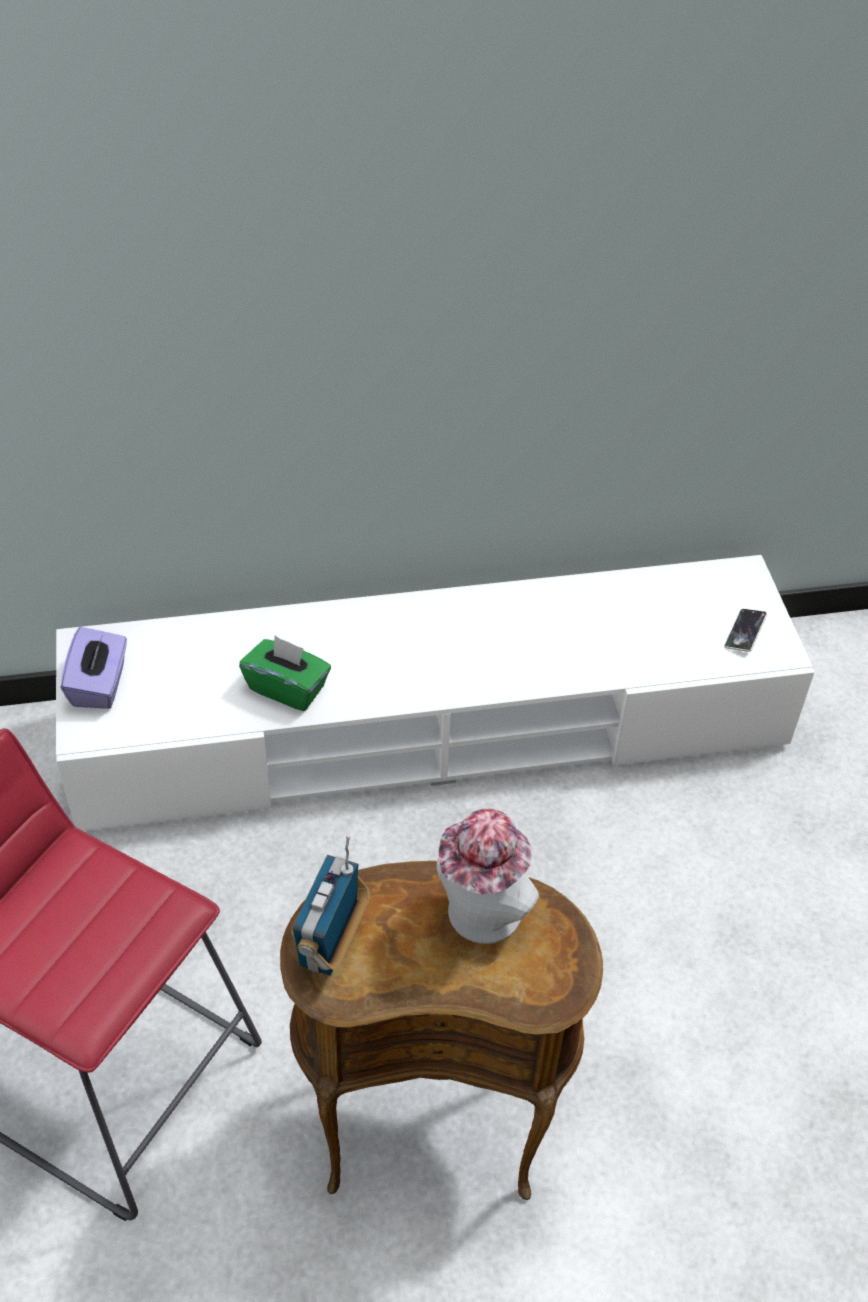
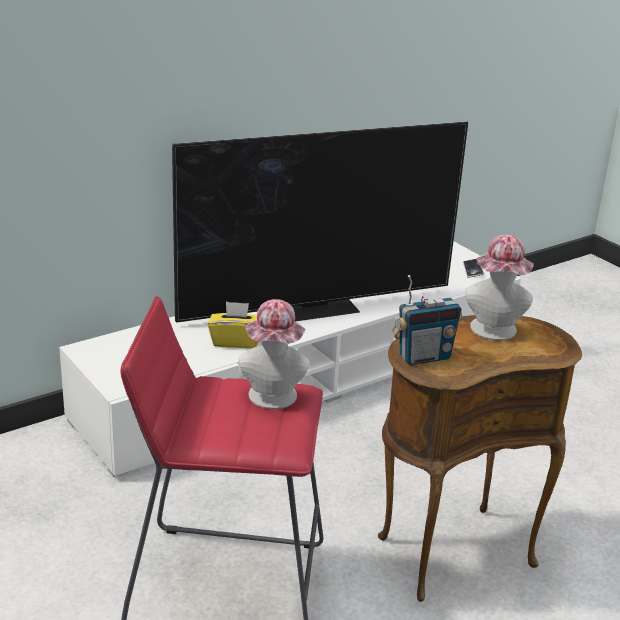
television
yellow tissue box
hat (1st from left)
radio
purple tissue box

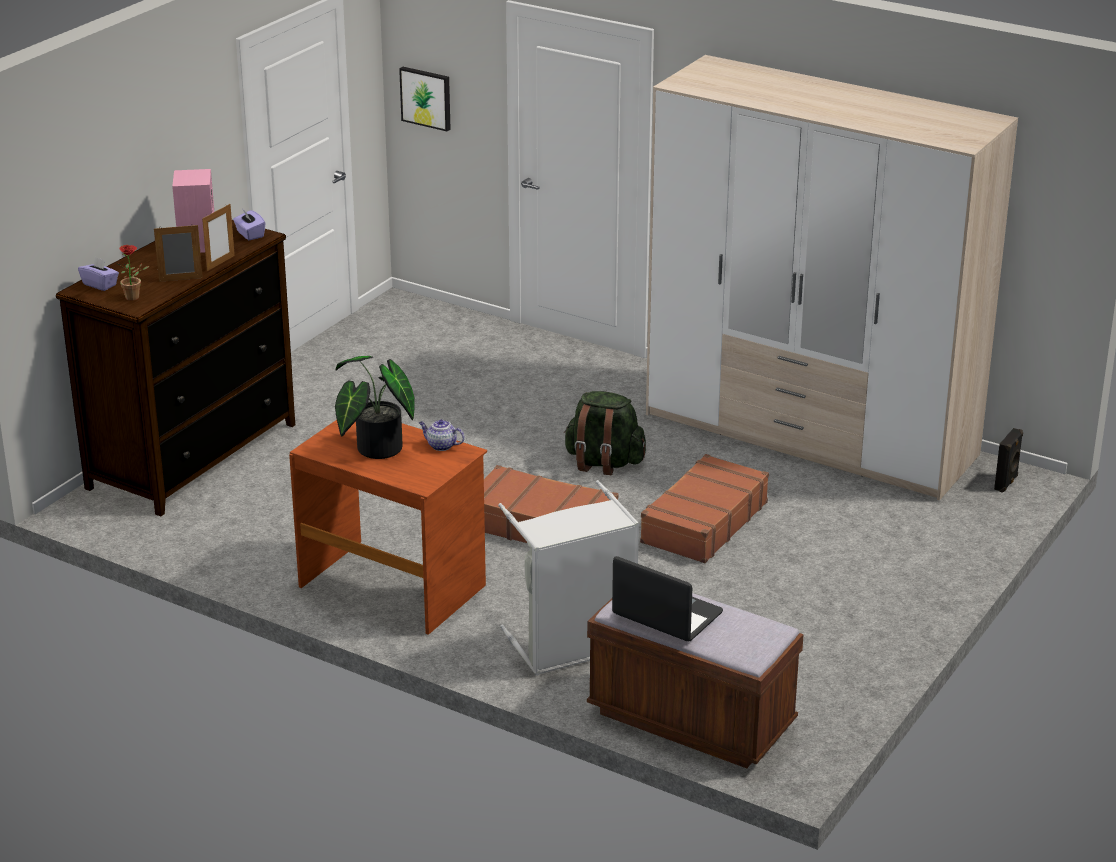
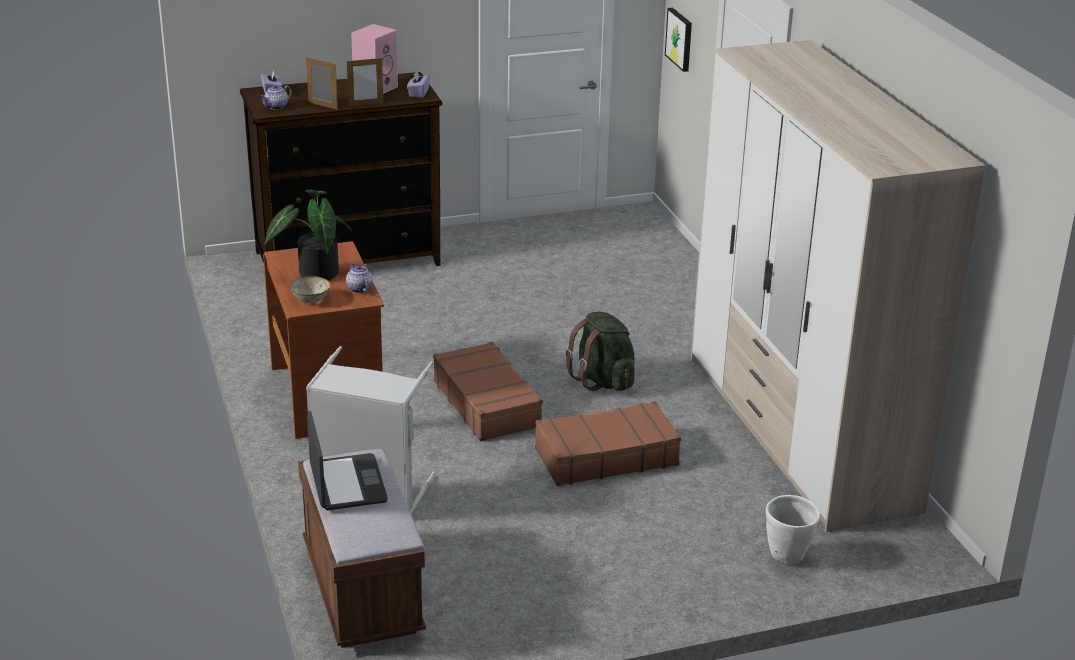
teapot (1st from left)
bowl
white planter
black speaker

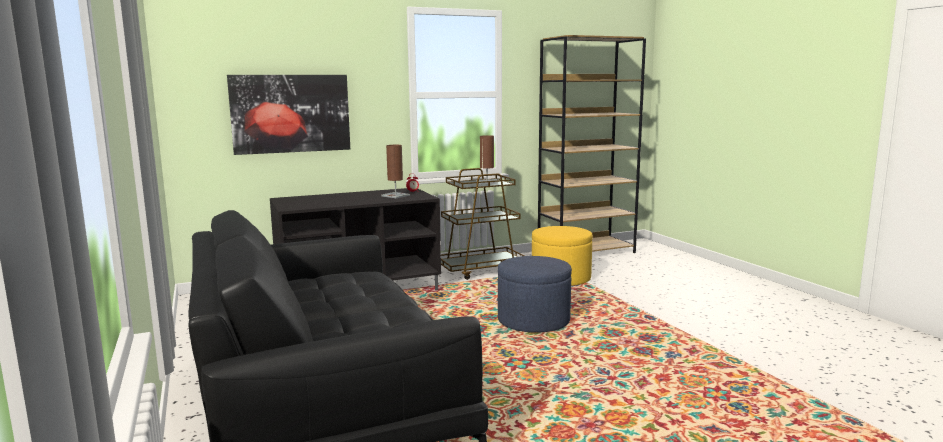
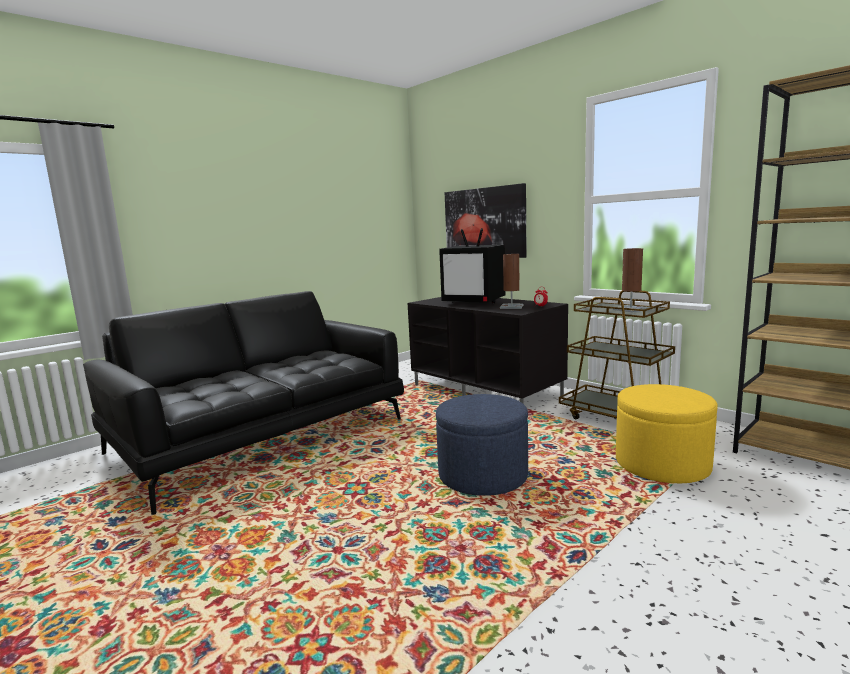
television

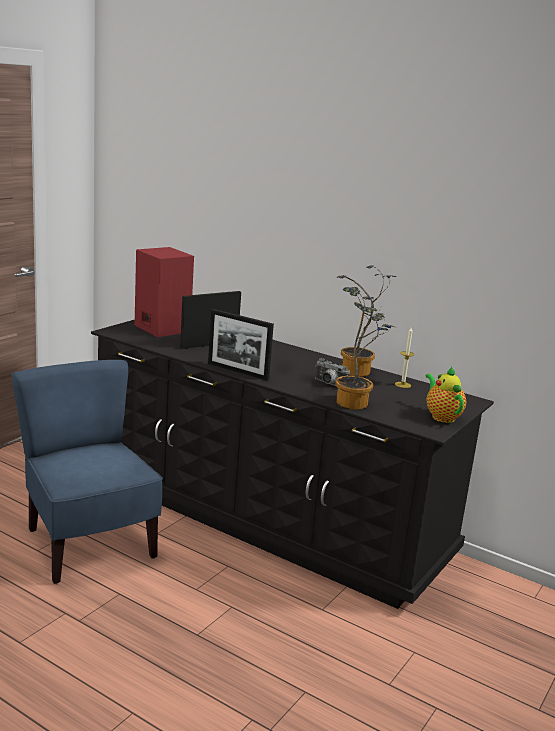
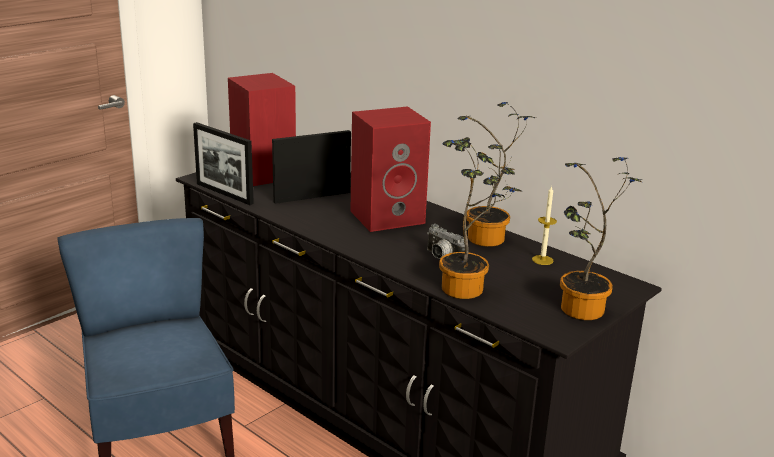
picture frame (1st from left)
red speaker (2nd from left)
potted plant (3rd from left)

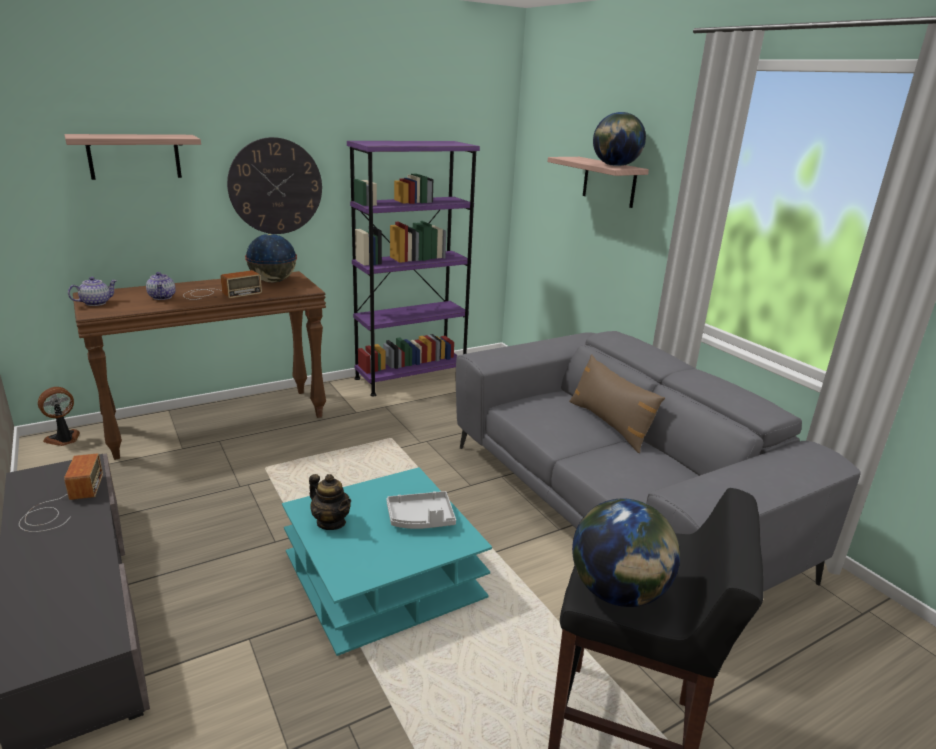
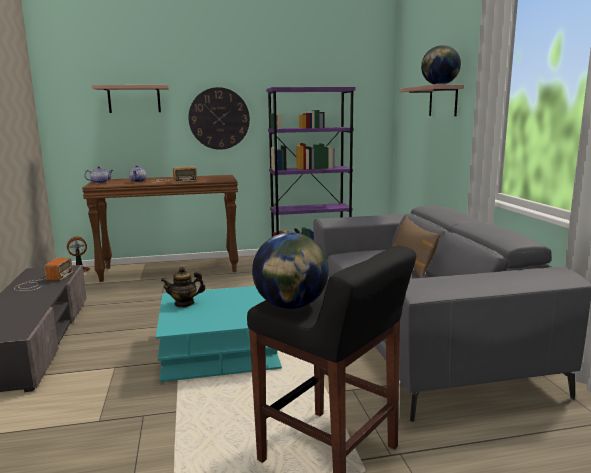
teapot (3rd from left)
globe (1st from left in the first image)
grey tray

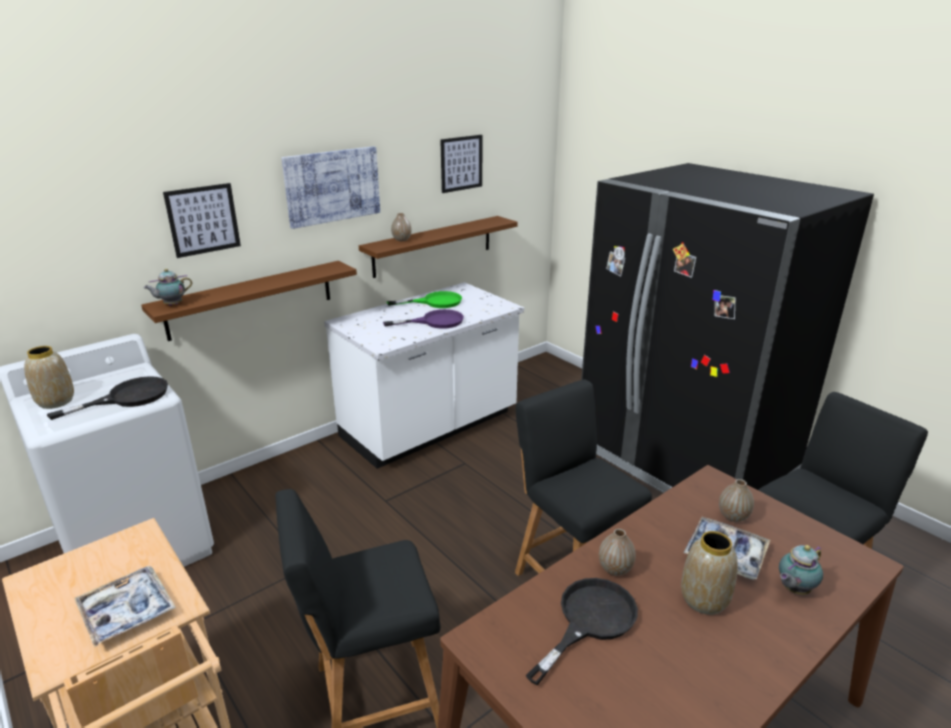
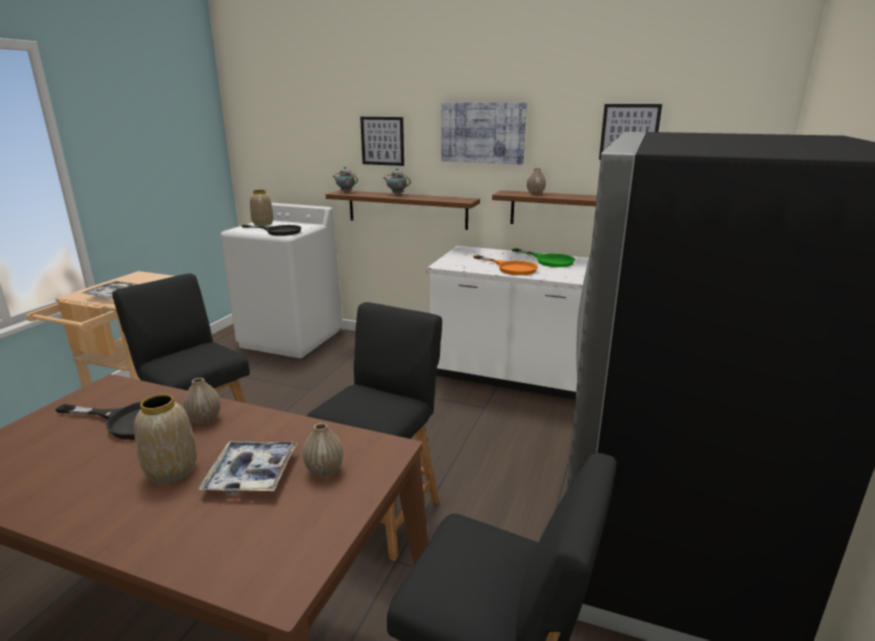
teapot (2nd from left)
orange frying pan

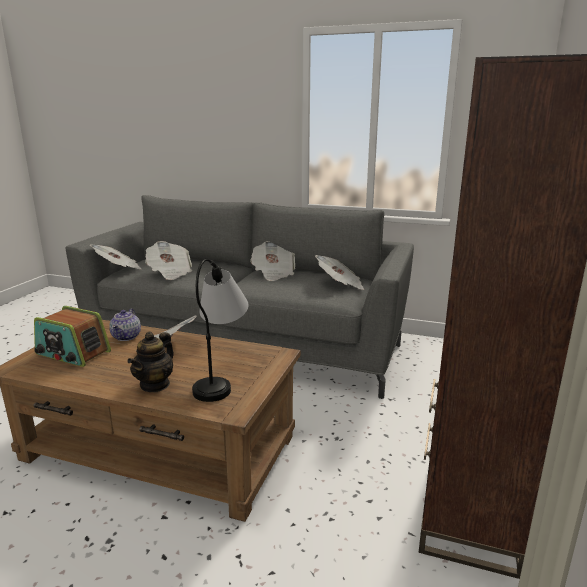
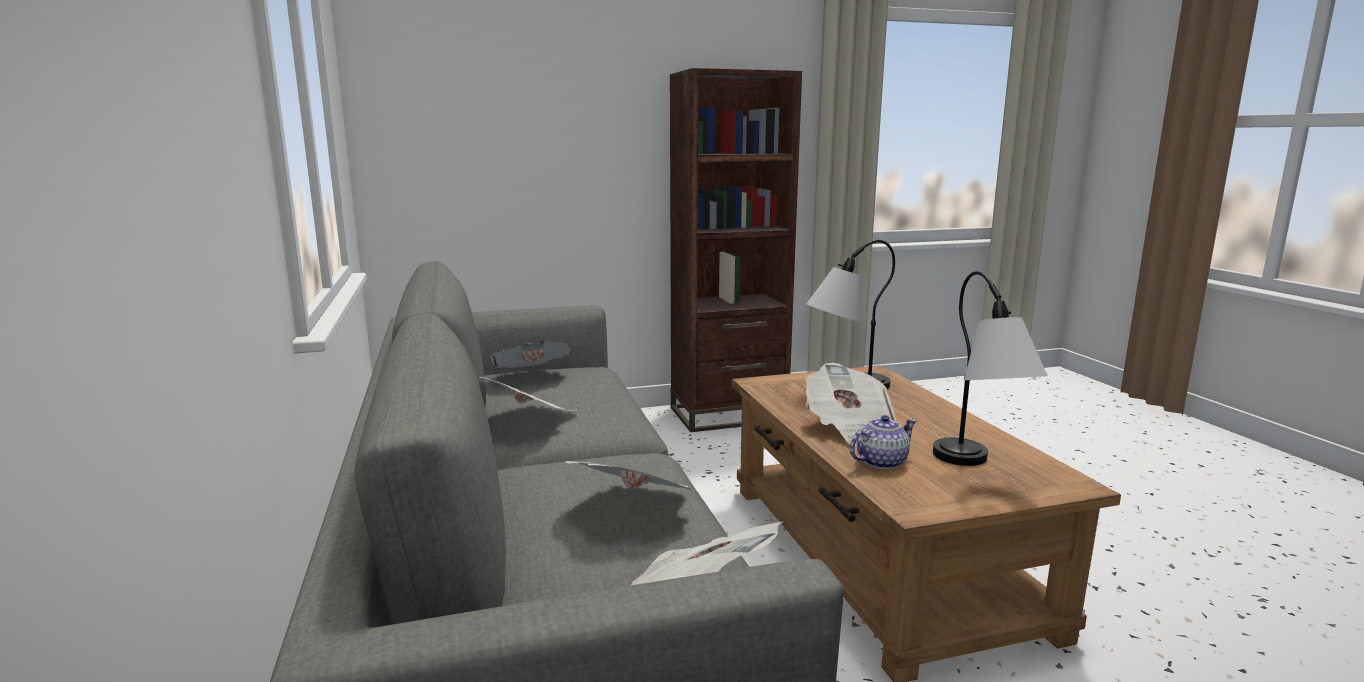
table lamp (2nd from left)
teapot (2nd from left in the first image)

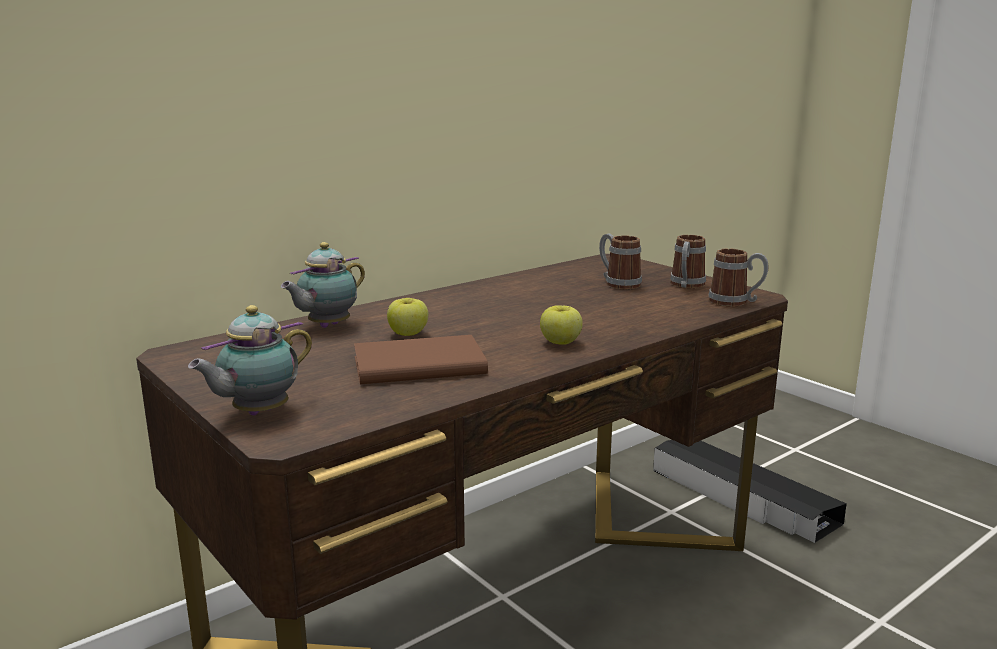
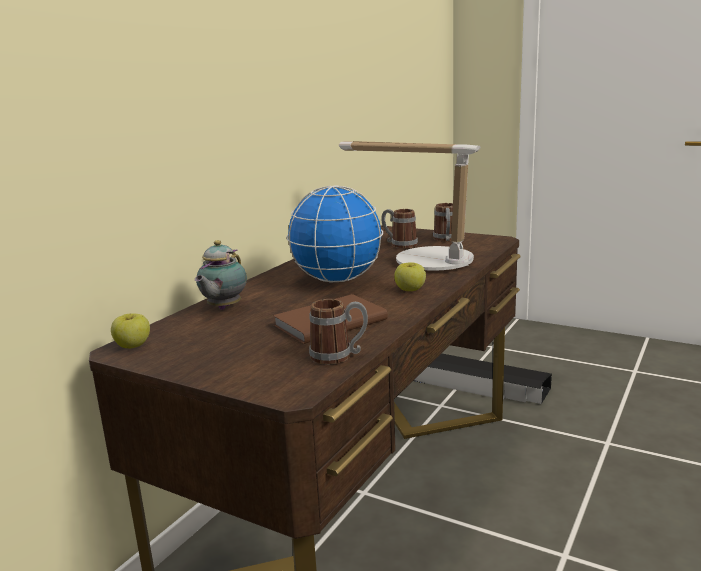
apple (1st from left)
globe
mug (1st from left)
table lamp
teapot (1st from left in the first image)

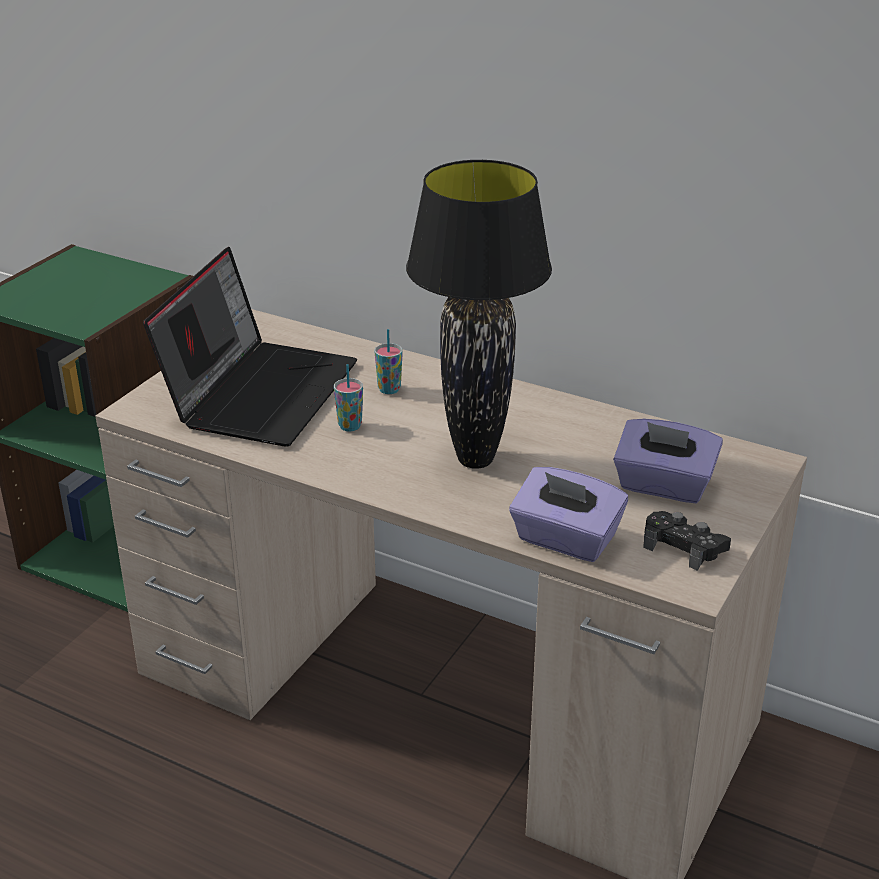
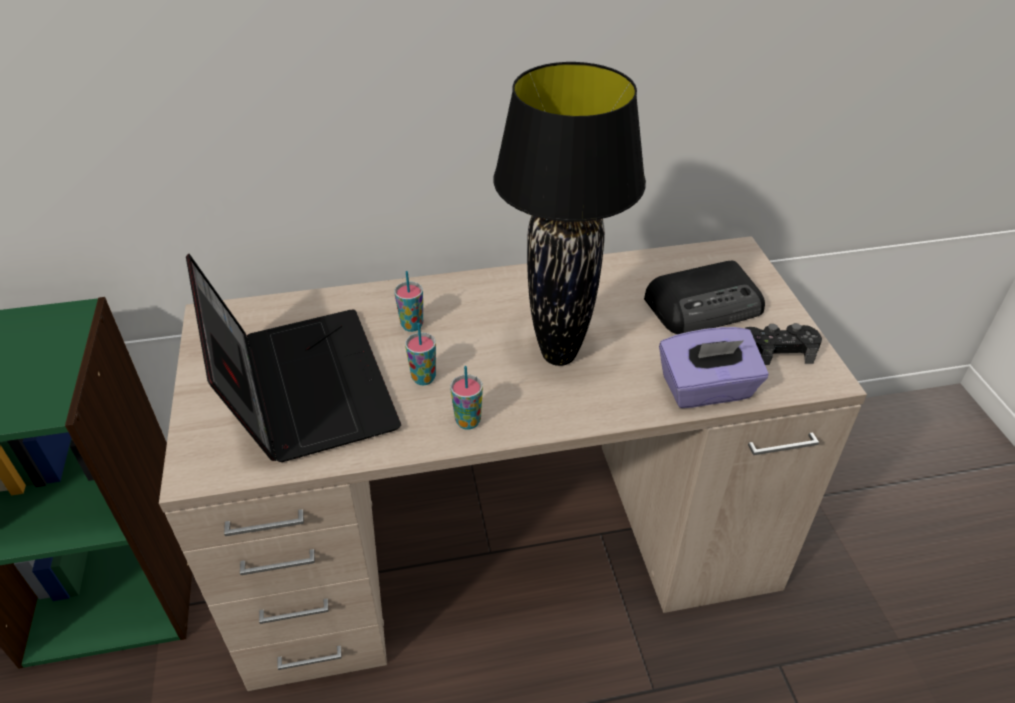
cup (3rd from left)
radio

